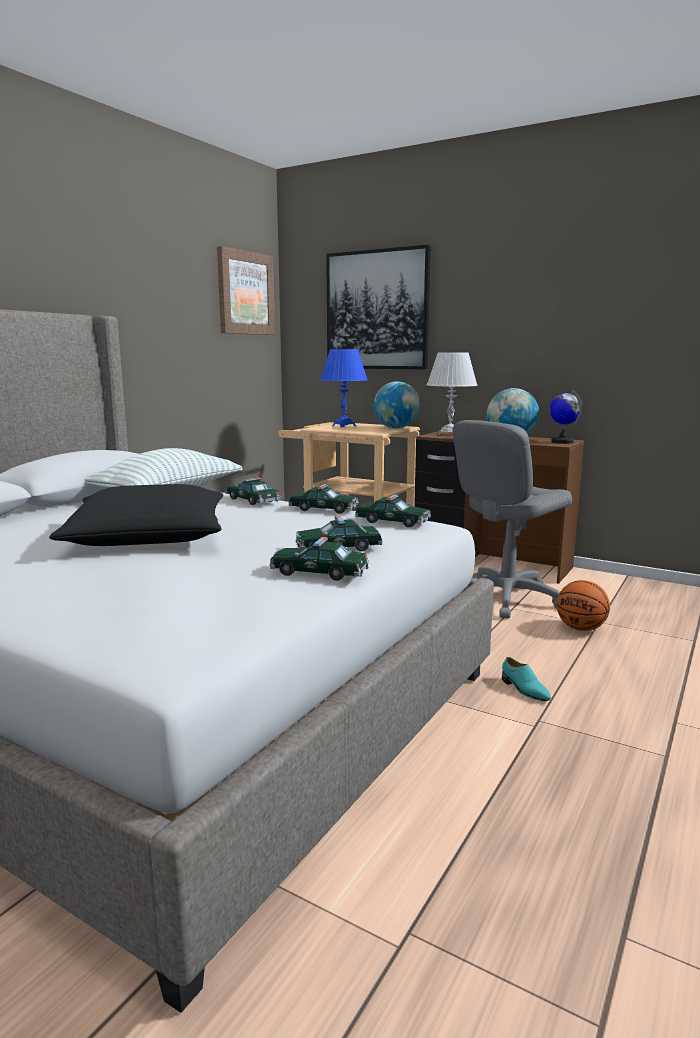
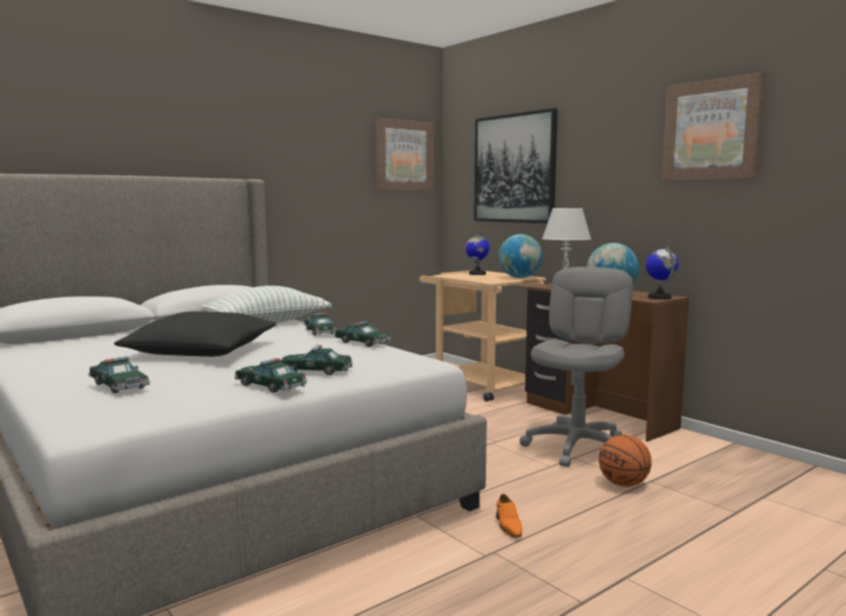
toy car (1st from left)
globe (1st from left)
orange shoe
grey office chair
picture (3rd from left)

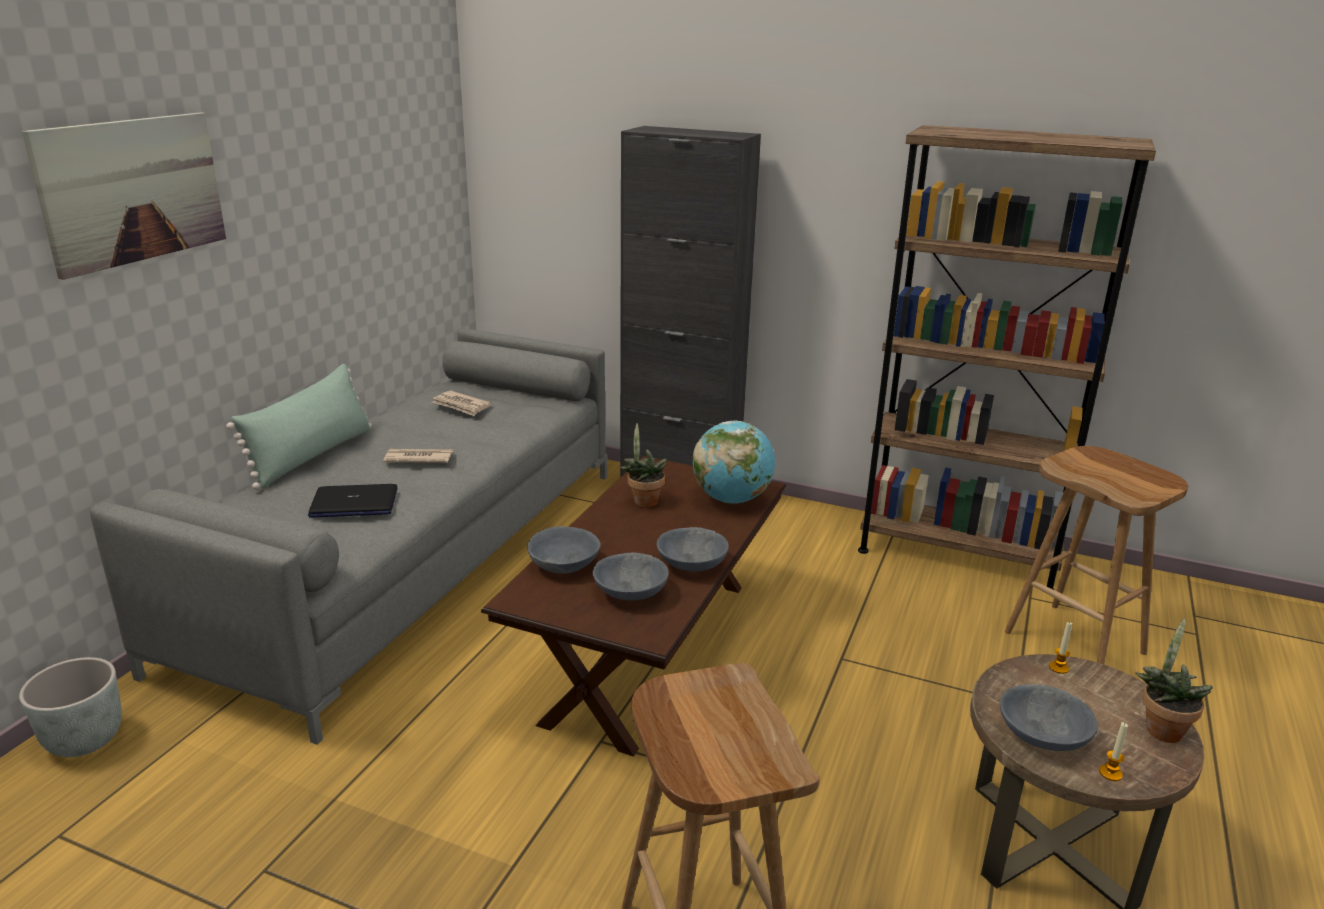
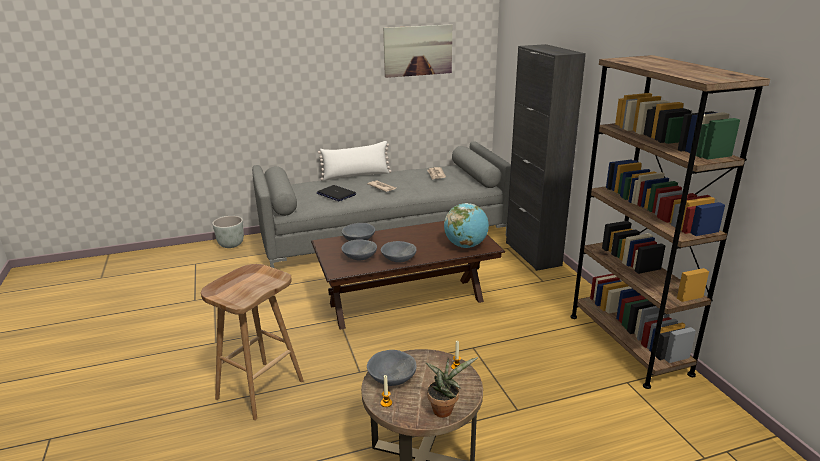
white pillow
picture
potted plant (1st from left in the first image)
brown stool (2nd from left in the first image)

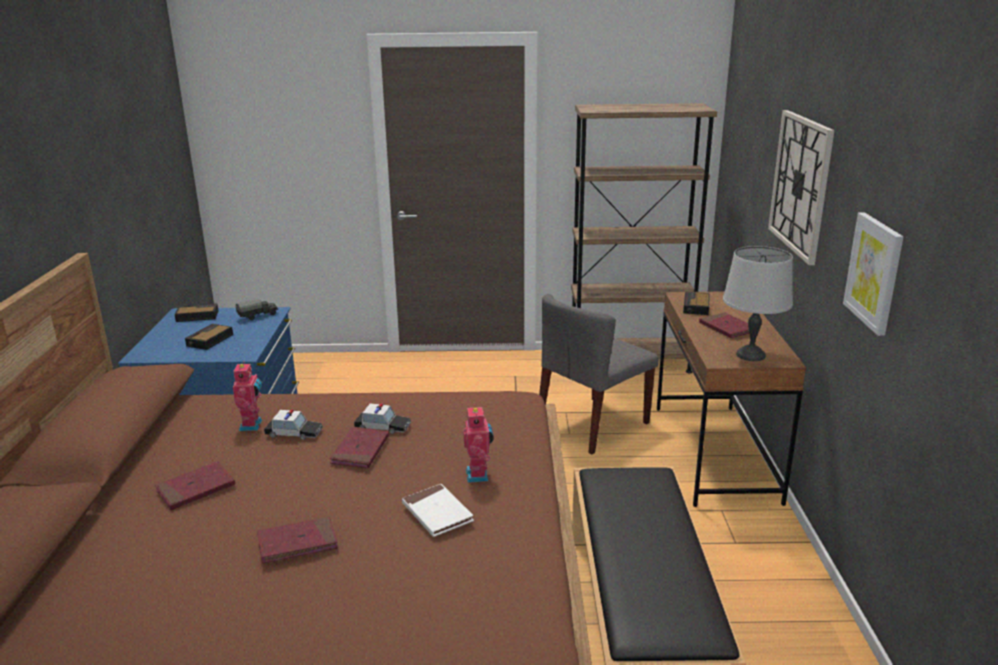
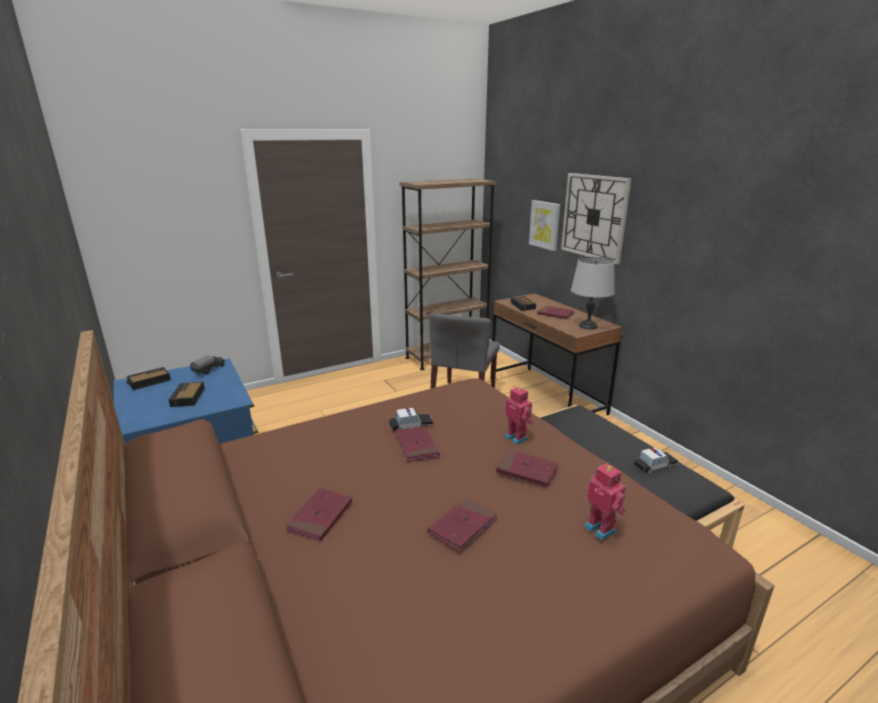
red book (4th from left)
picture
toy robot (2nd from left)
toy car (2nd from left)

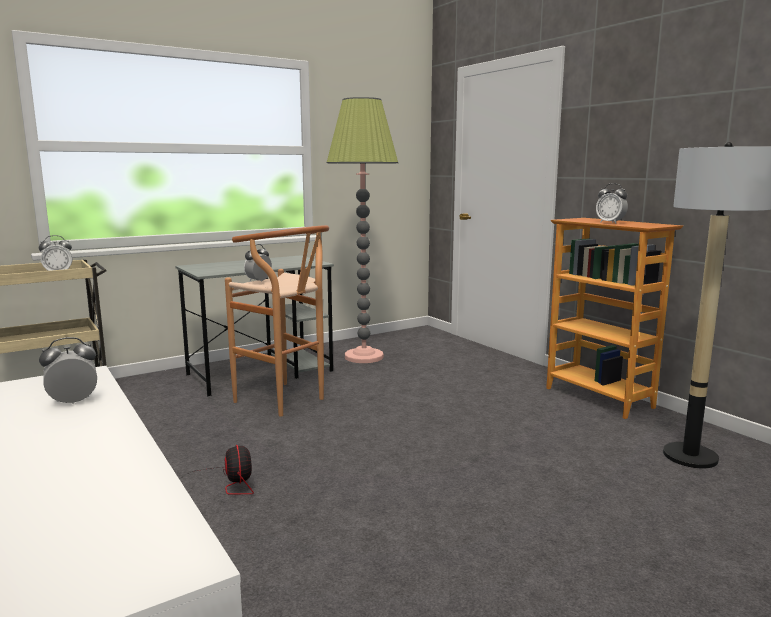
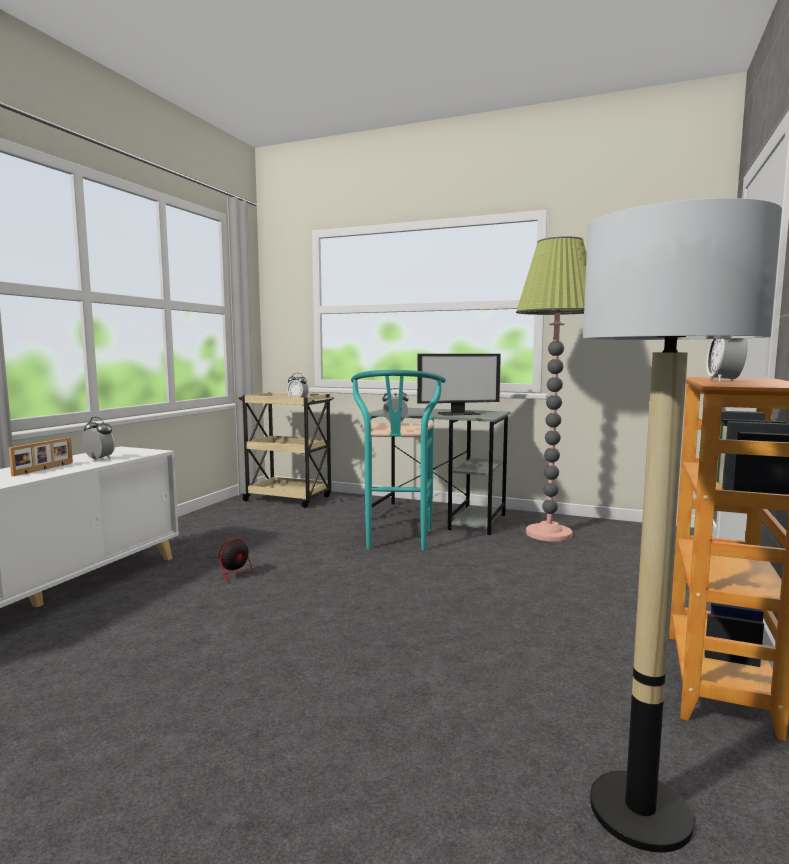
picture frame
turquoise stool
monitor

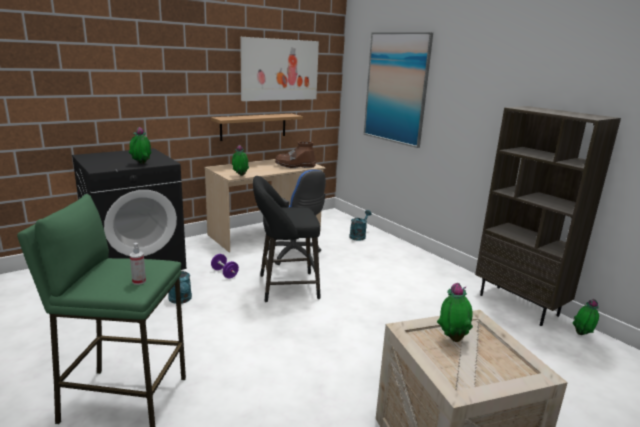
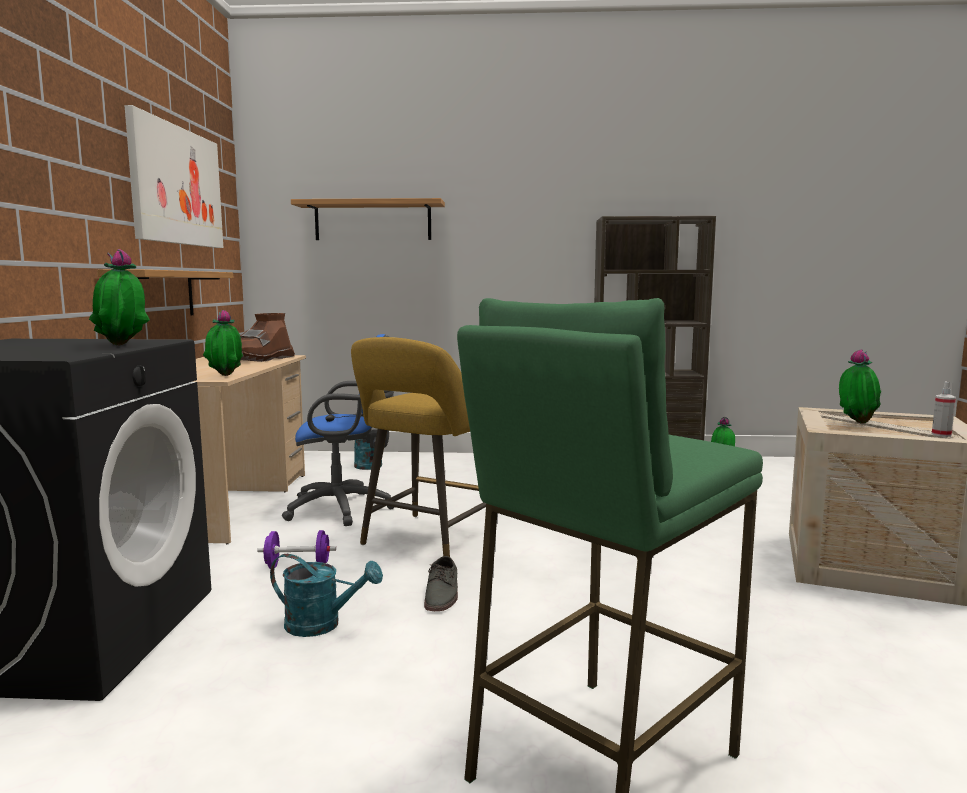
shelf (2nd from left)
yellow stool
grey shoe
spray bottle

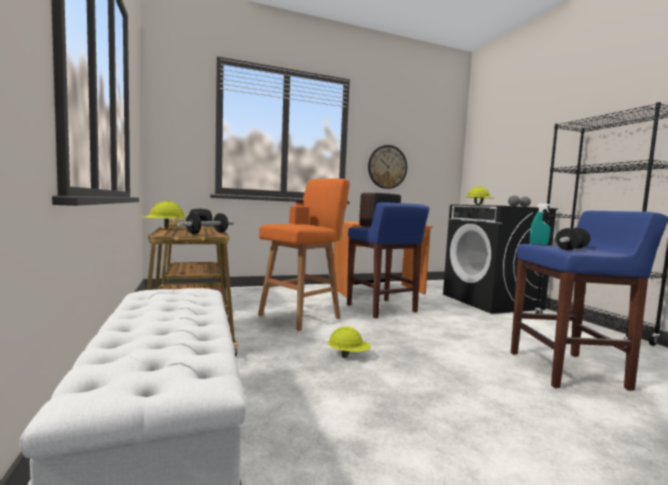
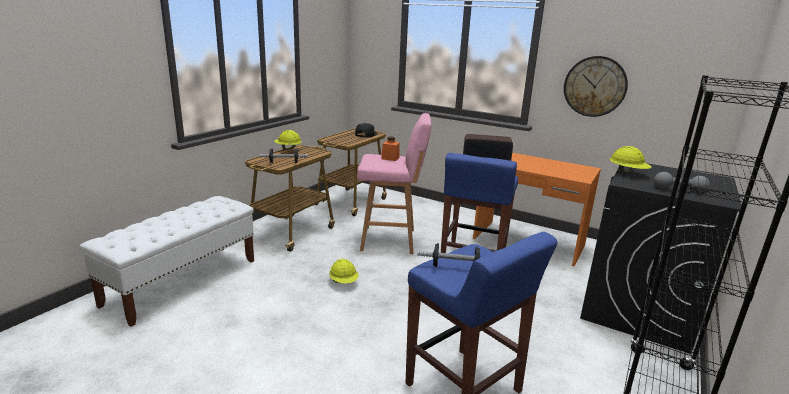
pink stool
turquoise spray bottle

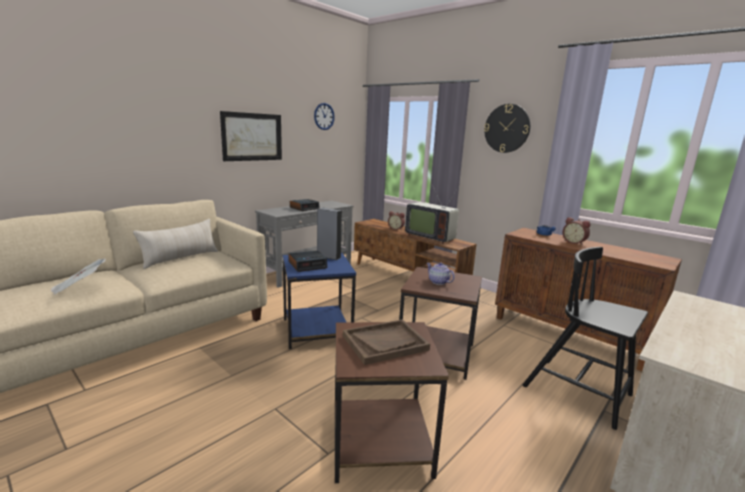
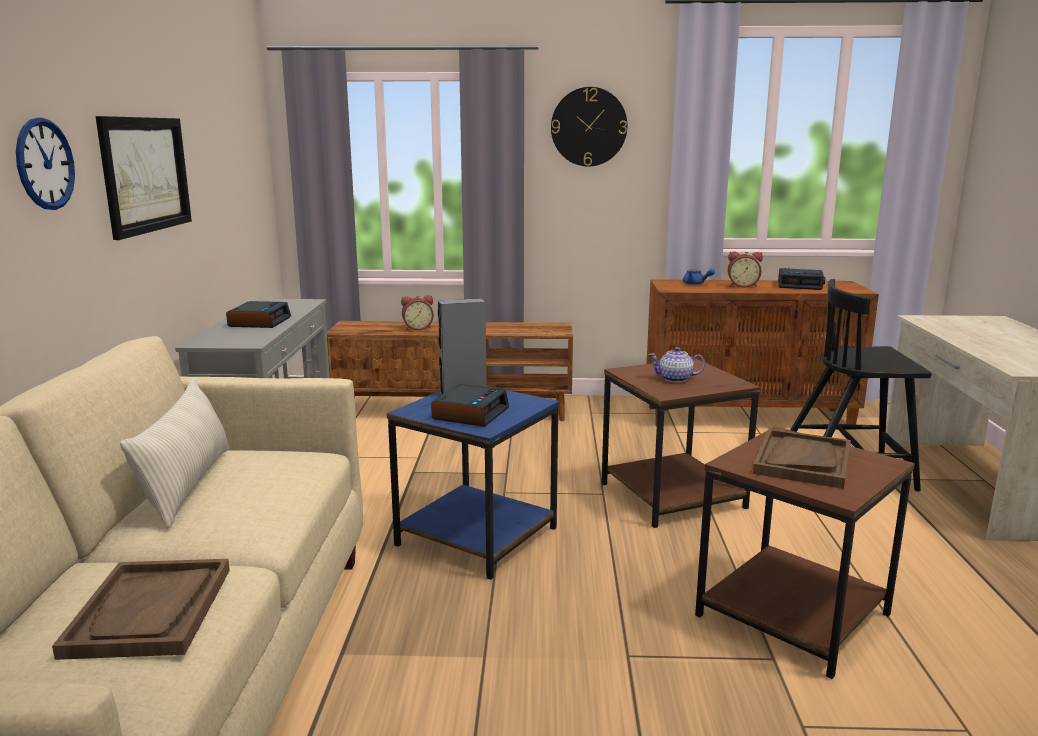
wall clock (1st from left)
brown tray (1st from left)
alarm clock (5th from left)
television

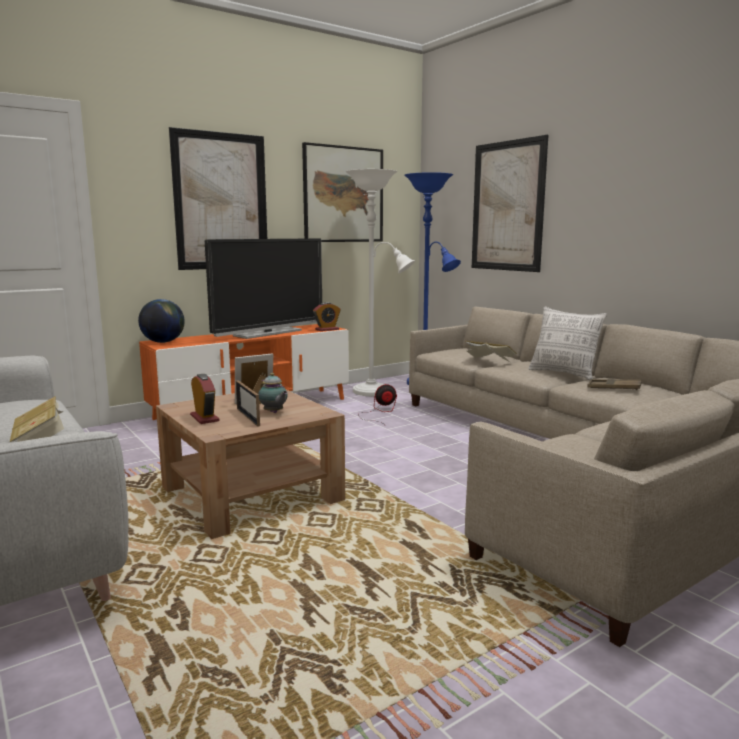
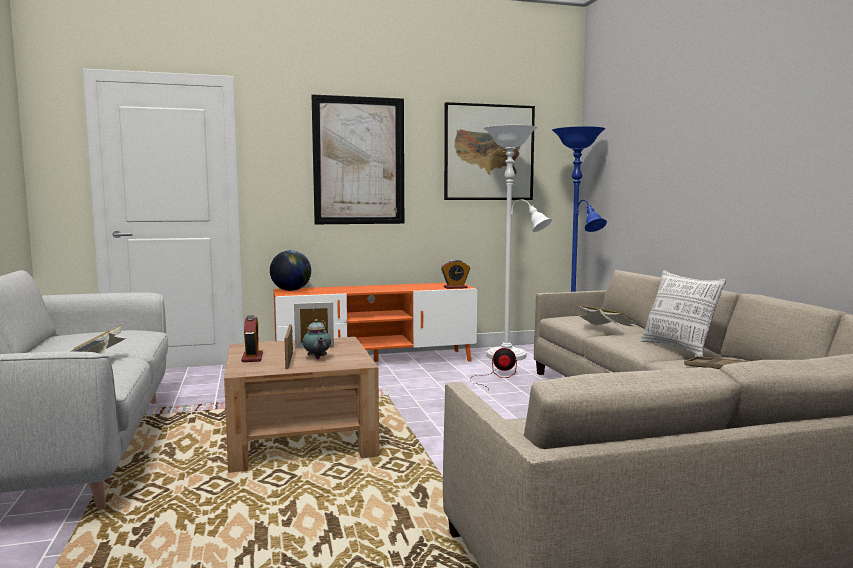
television
picture (3rd from left in the first image)

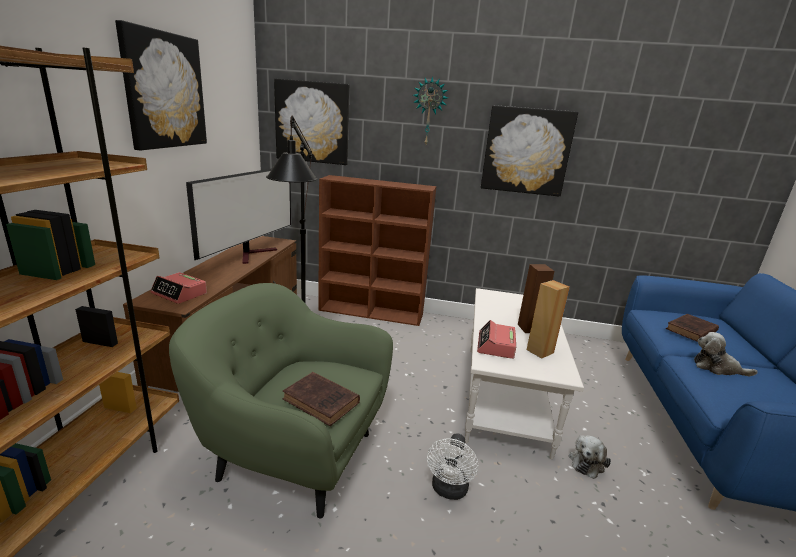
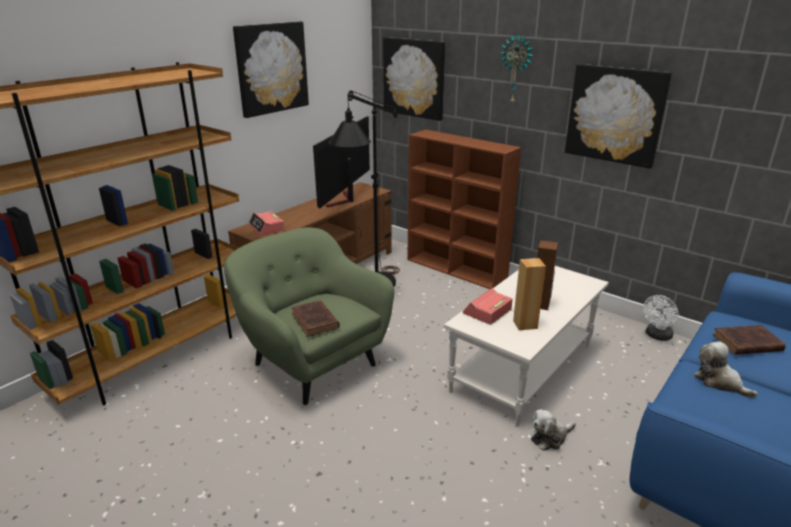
television
white fan

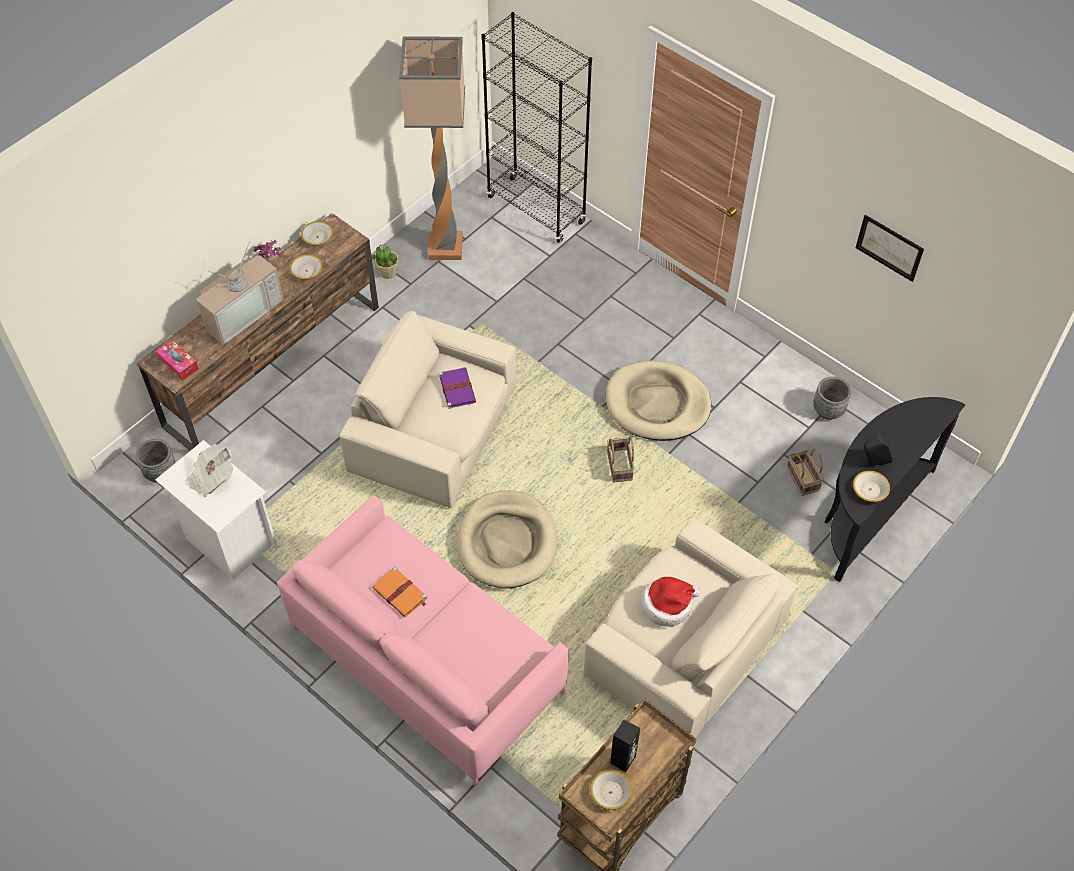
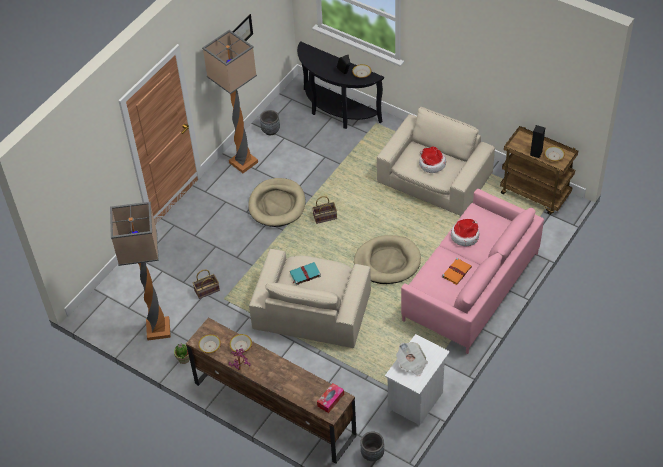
basket (1st from left)
floor lamp (2nd from left)
turquoise book
hat (2nd from left)
television
black bookcase

